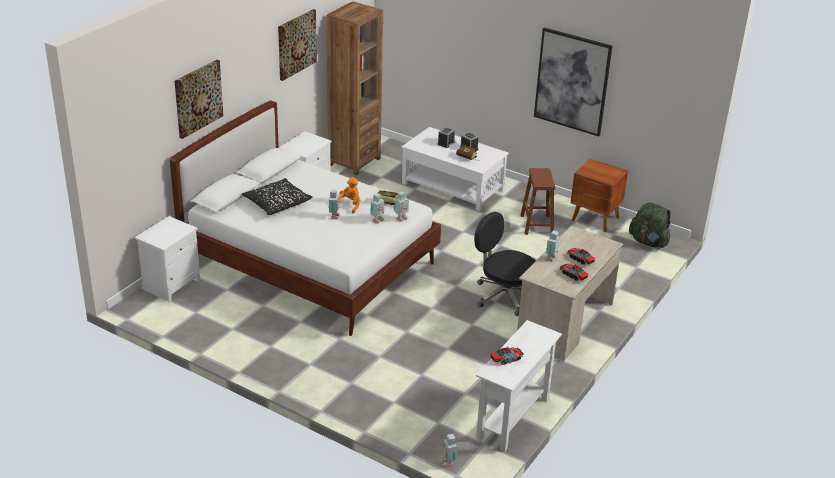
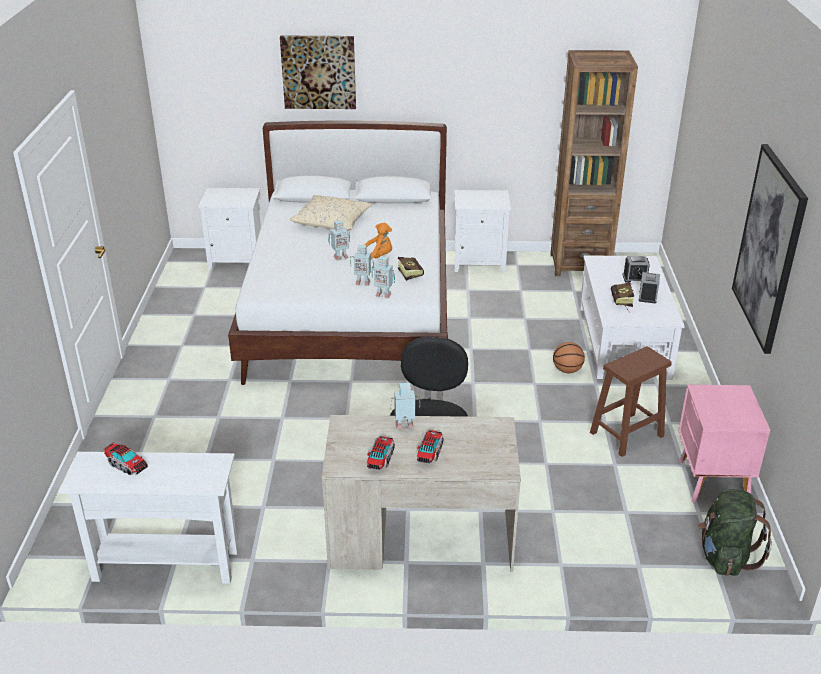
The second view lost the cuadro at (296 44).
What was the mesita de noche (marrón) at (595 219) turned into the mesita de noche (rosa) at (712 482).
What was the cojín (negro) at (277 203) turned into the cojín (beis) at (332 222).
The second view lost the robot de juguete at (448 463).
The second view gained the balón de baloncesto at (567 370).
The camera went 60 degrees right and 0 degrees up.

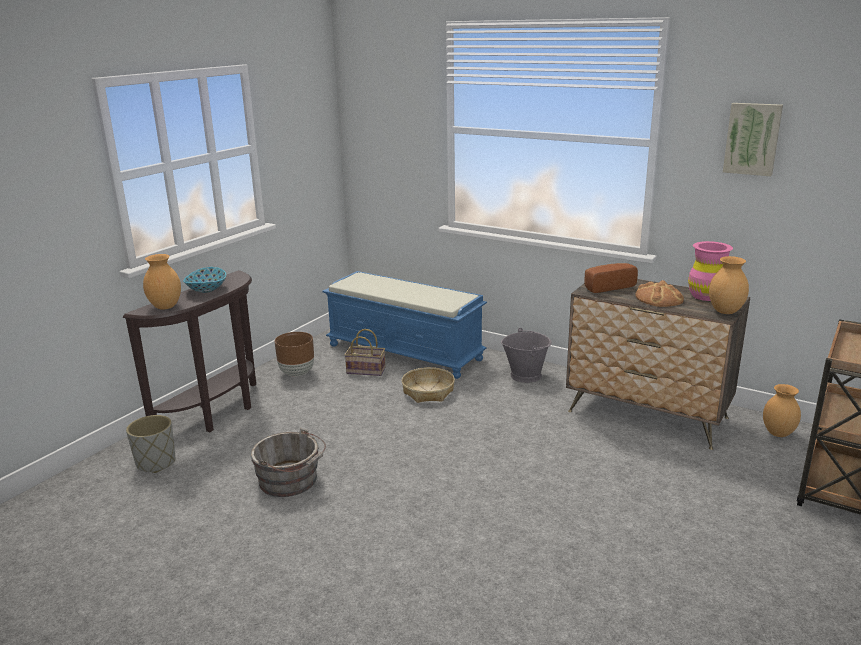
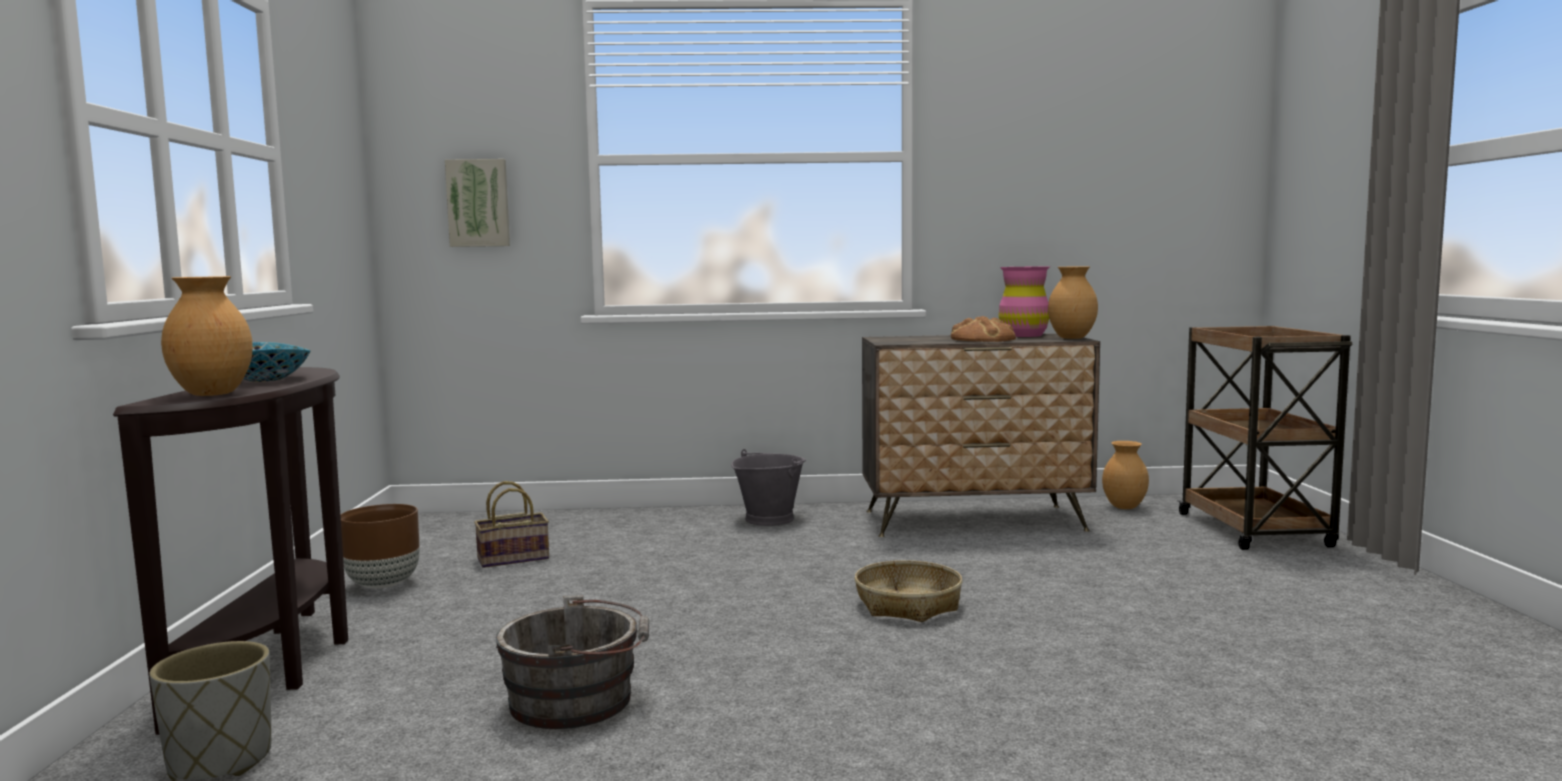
The cuadro ended up elsewhere, having gone from (752 139) to (478 203).
The second view lost the pan at (607 287).
The second view lost the banco (azul) at (406 352).
The cesta ended up elsewhere, having gone from (428 392) to (908 605).
The camera went 35 degrees left and 15 degrees down.

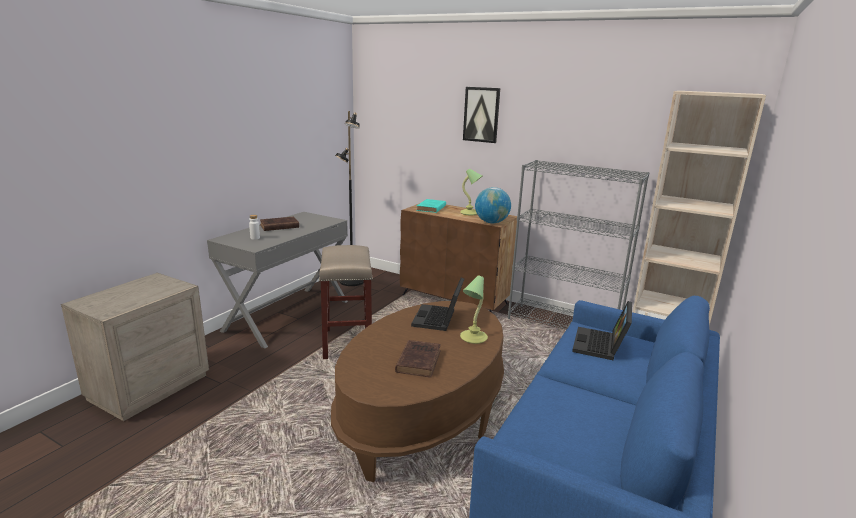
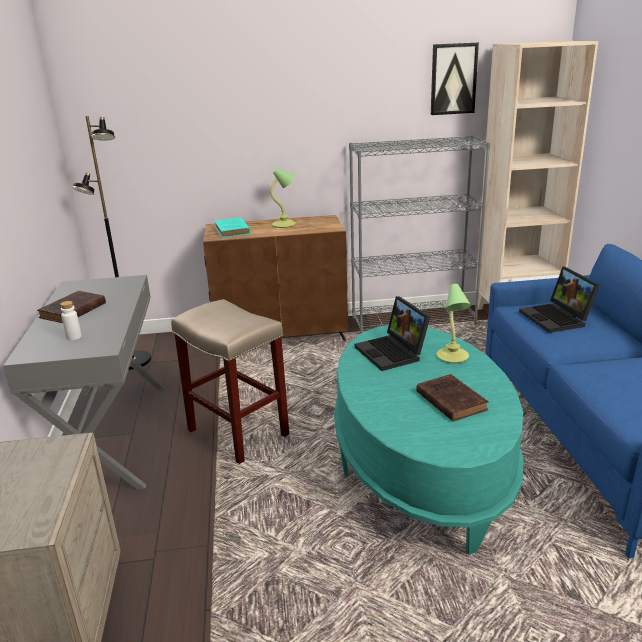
The cuadro ended up elsewhere, having gone from (481 114) to (453 79).
The second view lost the globo terráqueo at (491 222).
What was the mesa de centro (marrón) at (423 414) turned into the mesa de centro (turquesa) at (420 464).
The camera went 35 degrees left and 5 degrees up.

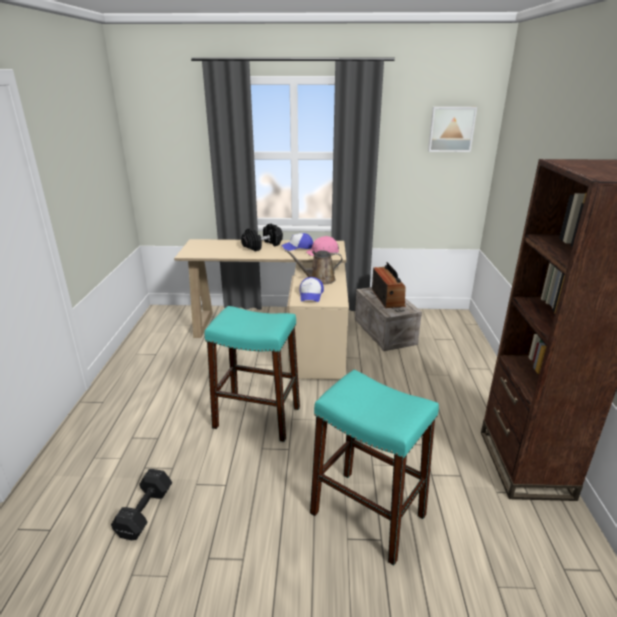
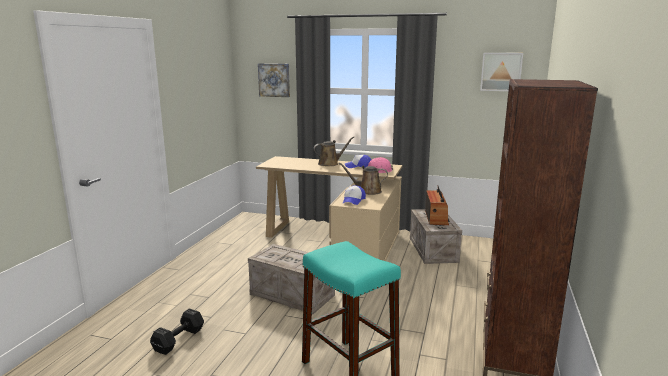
Where the mancuerna (negro) stood at (262 246), the regadera (marrón) came to stand at (330 163).
Where the taburete (turquesa) stood at (257 417), the caja de embalaje came to stand at (291 294).
The second view gained the cuadro at (274 80).
The camera went 15 degrees right and 10 degrees down.

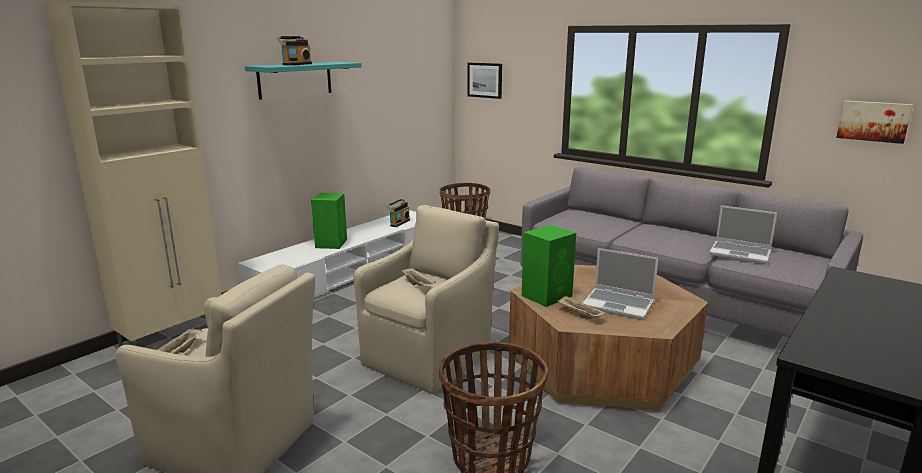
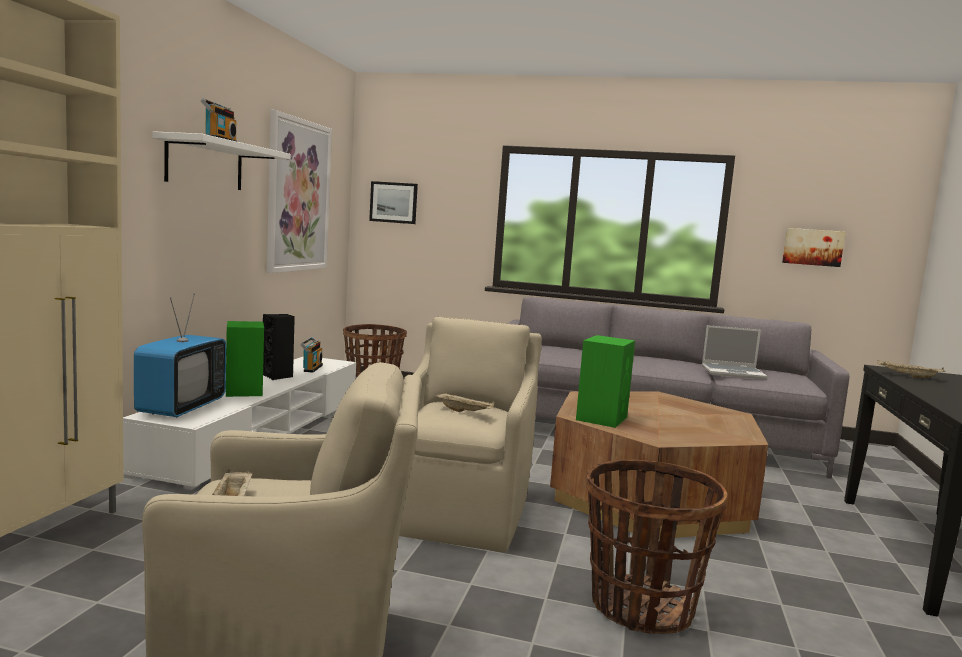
What was the estante (turquesa) at (295 79) turned into the estante (blanco) at (205 164).
The second view lost the portátil at (619 305).
The bandeja (beis) ended up elsewhere, having gone from (579 314) to (908 376).
The second view gained the cuadro at (298 196).
The second view gained the televisor at (181 408).
The second view gained the altavoz (negro) at (278 376).
The camera went 25 degrees left and 10 degrees down.

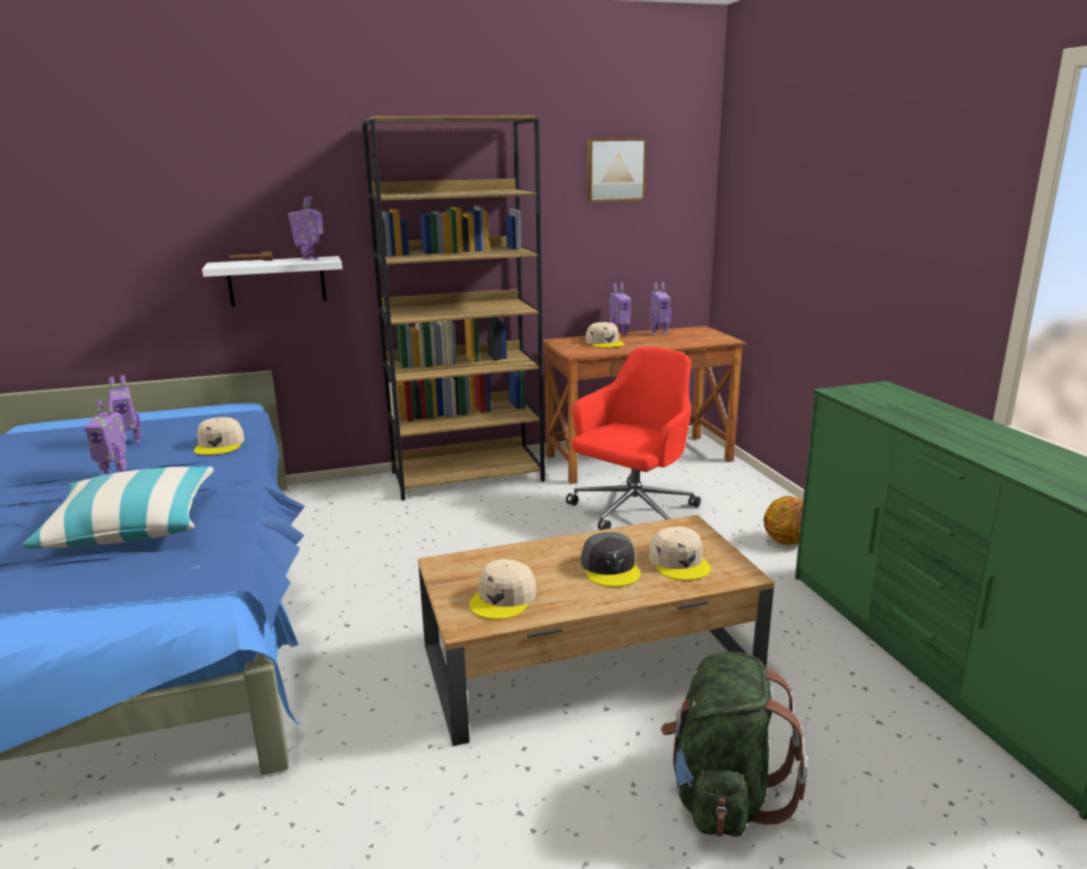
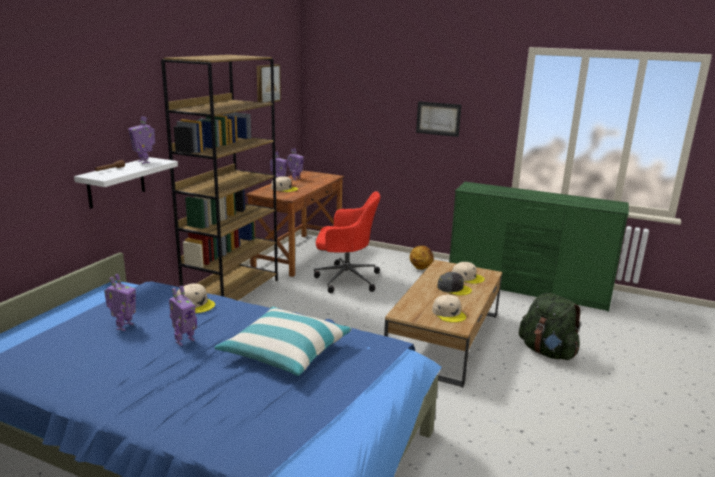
The silla de oficina (rojo) at (632 511) ended up facing another way, 105 degrees clockwise from before.
The second view gained the cuadro at (438 118).
The camera went 50 degrees left and 0 degrees up.

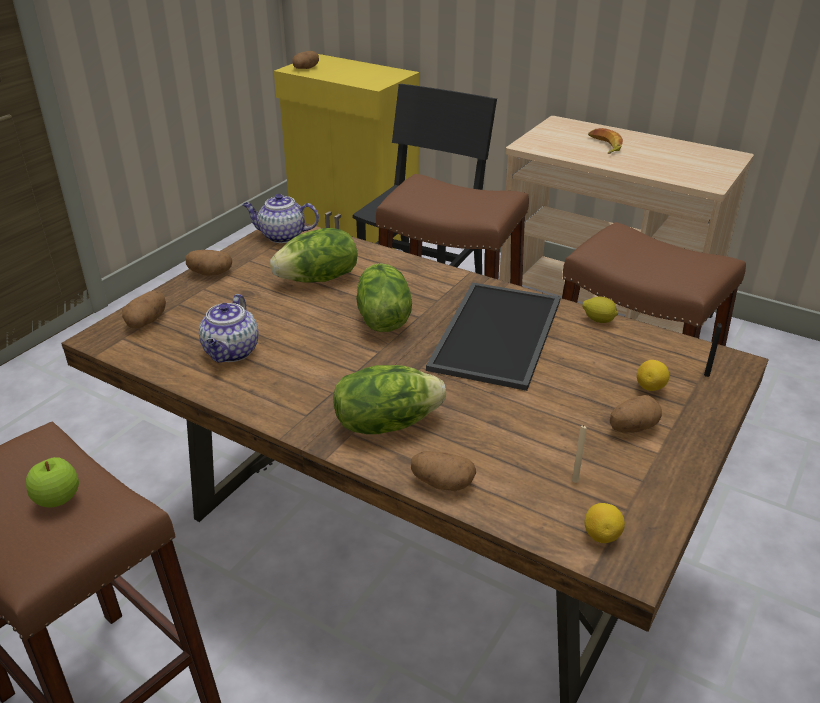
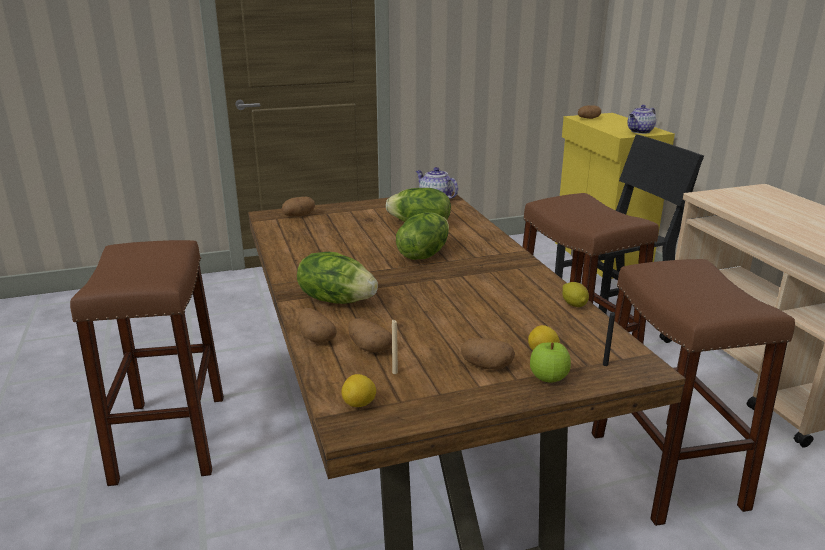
The second view lost the plátano at (604 146).
The patata ended up elsewhere, having gone from (210 273) to (368 348).
The second view lost the bandeja at (499 335).
The tetera ended up elsewhere, having gone from (231 352) to (640 131).
The manzana ended up elsewhere, having gone from (58 500) to (548 379).
The camera went 40 degrees right and 10 degrees down.

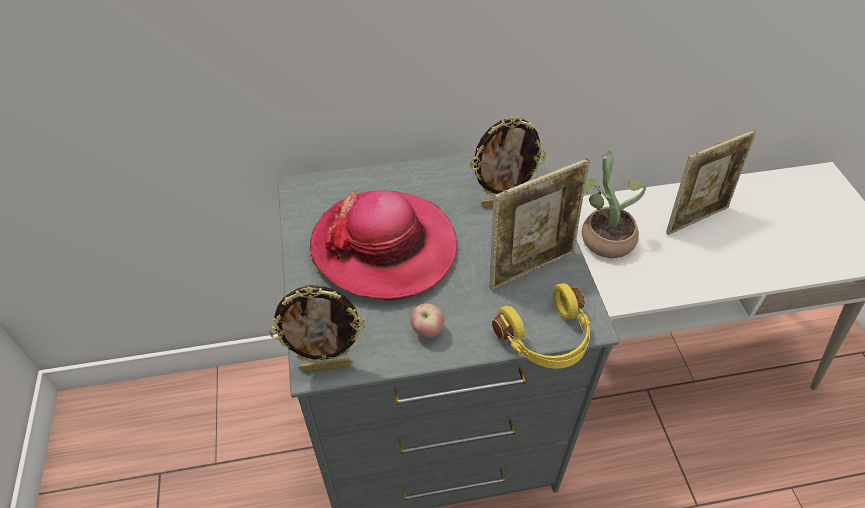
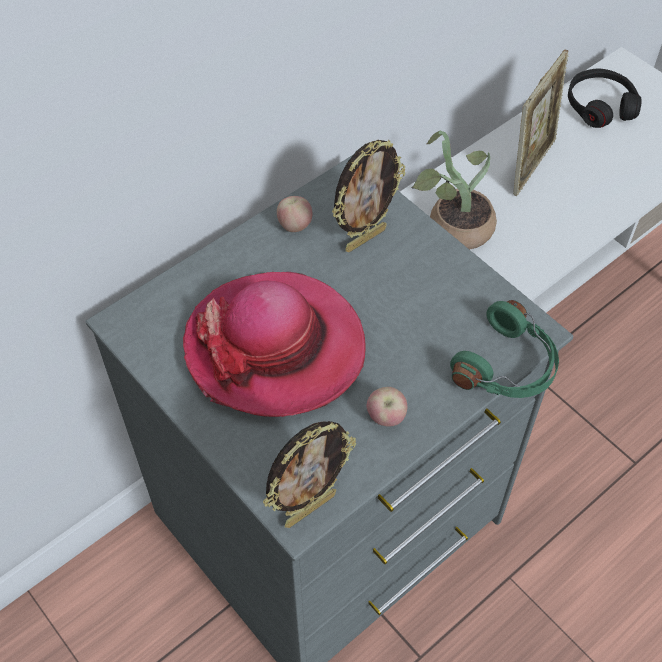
The second view lost the portarretratos at (530 266).
What was the auriculares (amarillo) at (547 339) turned into the auriculares (verde) at (507 367).
The second view gained the auriculares (negro) at (600 105).
The second view gained the manzana at (295 226).
The camera went 30 degrees left and 5 degrees up.

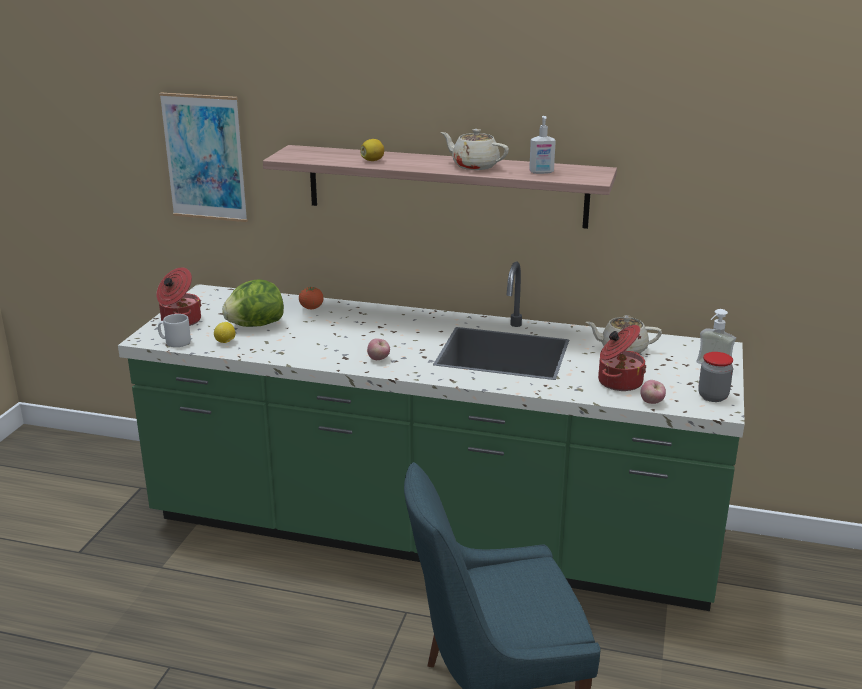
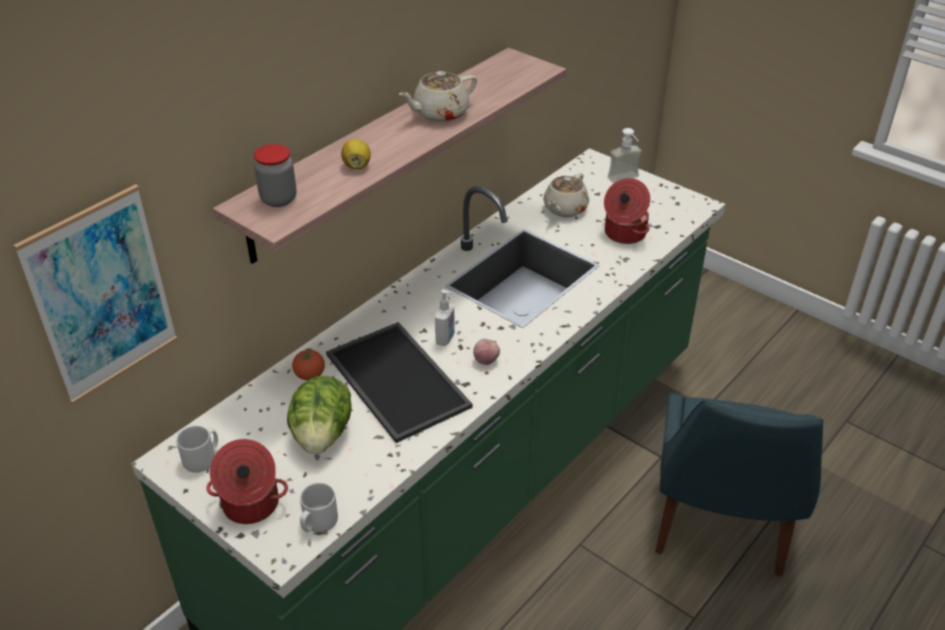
The dispensador de jabón ended up elsewhere, having gone from (541 172) to (446 338).
The second view lost the limón at (225 342).
The tarro ended up elsewhere, having gone from (713 396) to (278 199).
The second view lost the manzana at (652 402).
The second view gained the bandeja at (394 380).
The second view gained the taza grande (gris) at (202 458).
The camera went 65 degrees left and 15 degrees up.

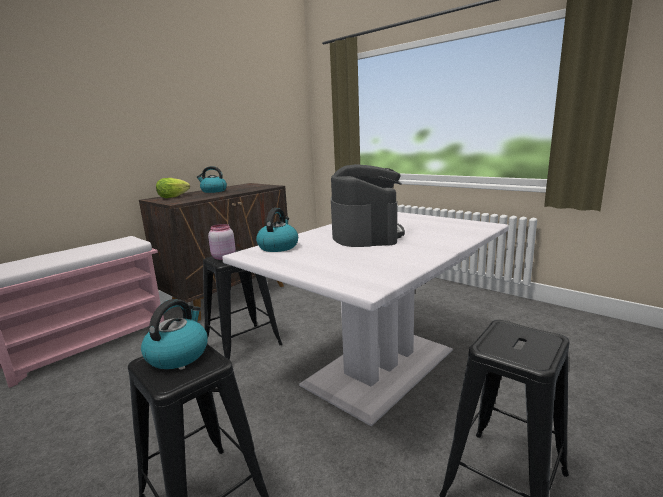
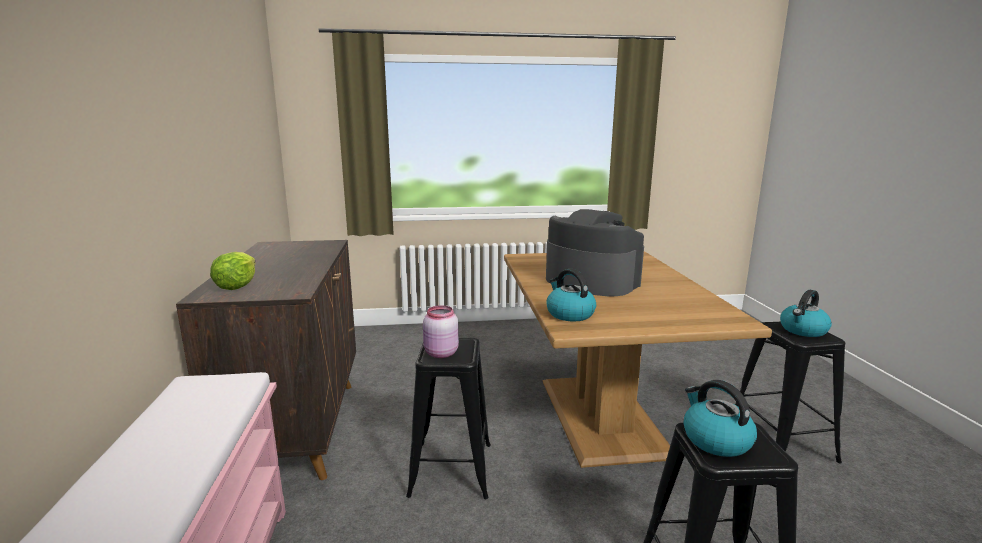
The hervidor ended up elsewhere, having gone from (213 191) to (803 330).
What was the mesa de comedor (blanco) at (378 366) turned into the mesa de comedor (marrón) at (600 416).
The camera went 50 degrees left and 0 degrees up.

